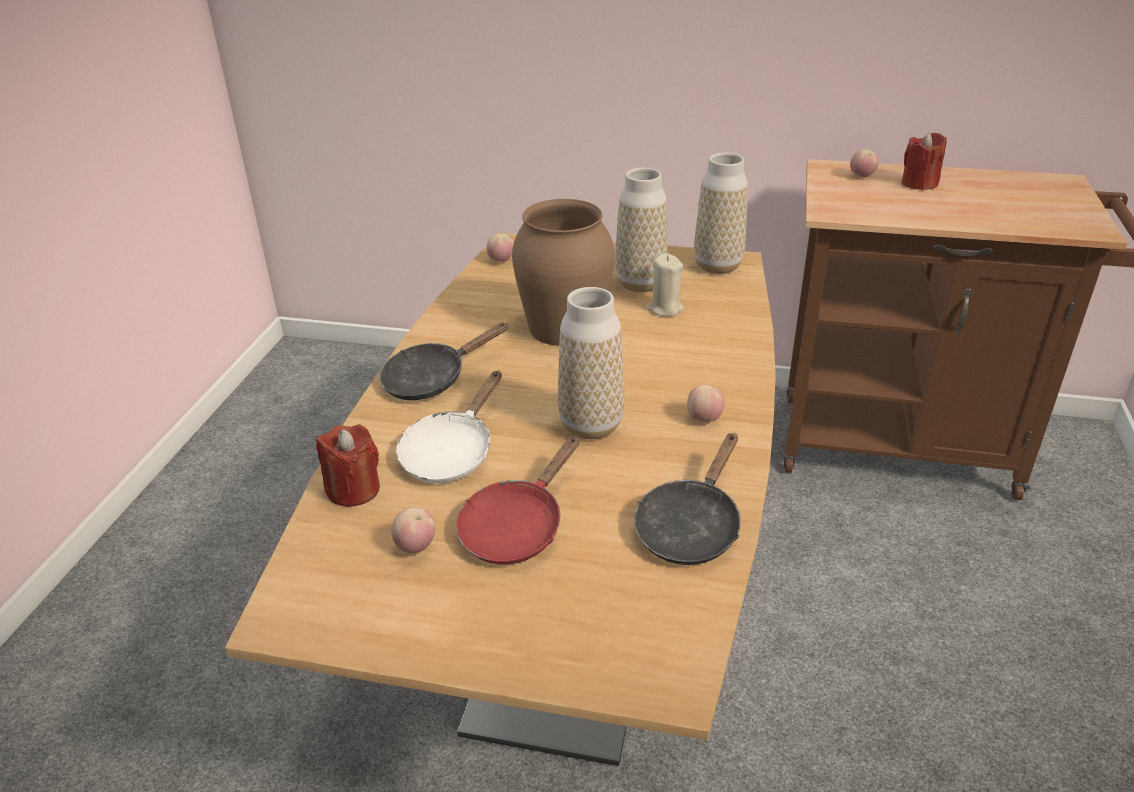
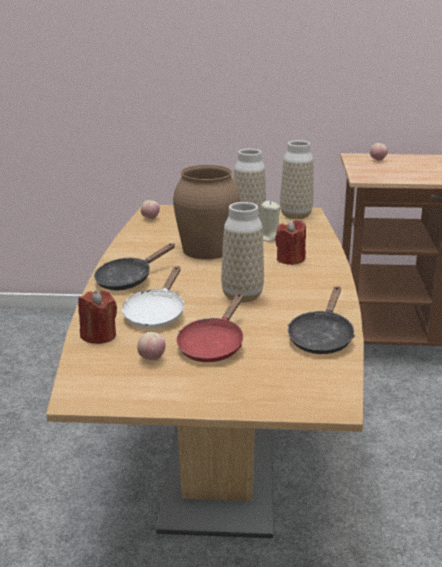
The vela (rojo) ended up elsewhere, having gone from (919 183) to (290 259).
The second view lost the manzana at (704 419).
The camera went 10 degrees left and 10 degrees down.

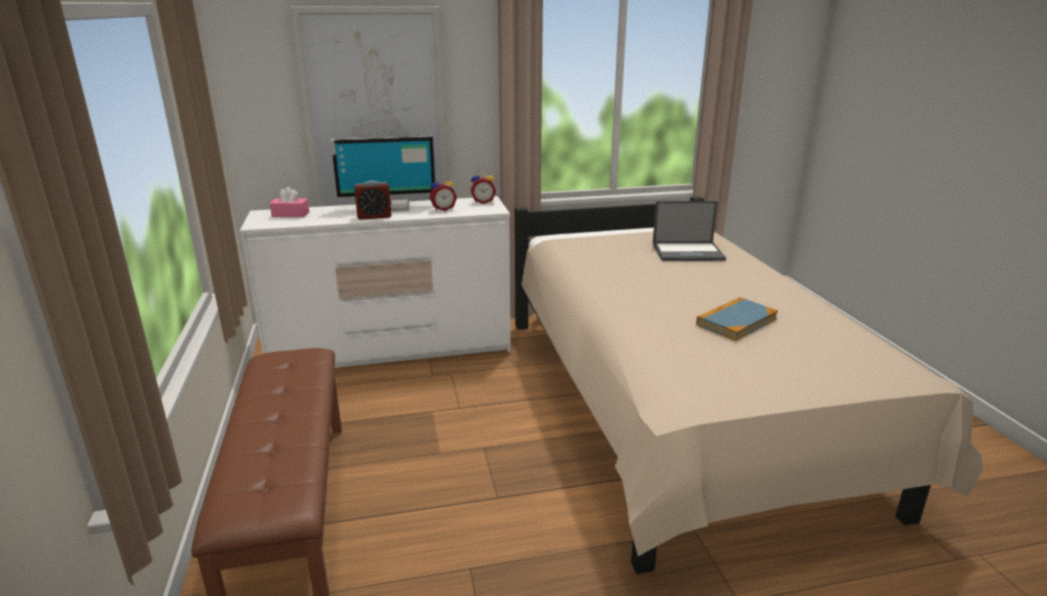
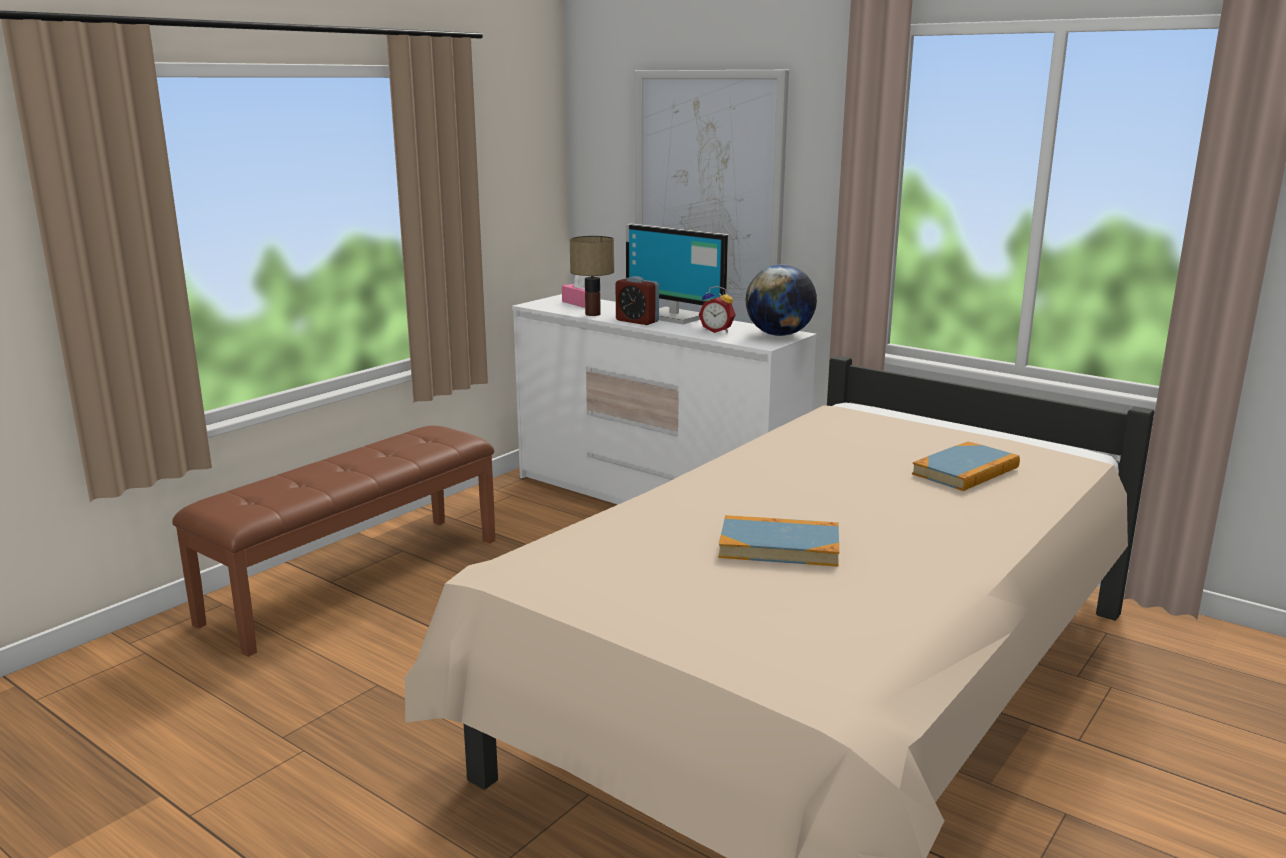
Where the despertador stood at (483 202), the globo terráqueo came to stand at (779 335).
Where the portátil stood at (688 252), the libro came to stand at (965 471).
The second view gained the lámpara de mesa at (593 314).
The camera went 50 degrees right and 5 degrees down.

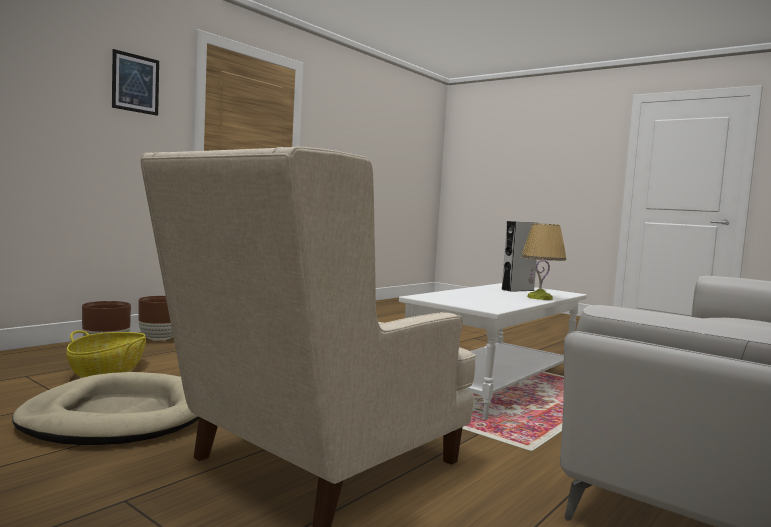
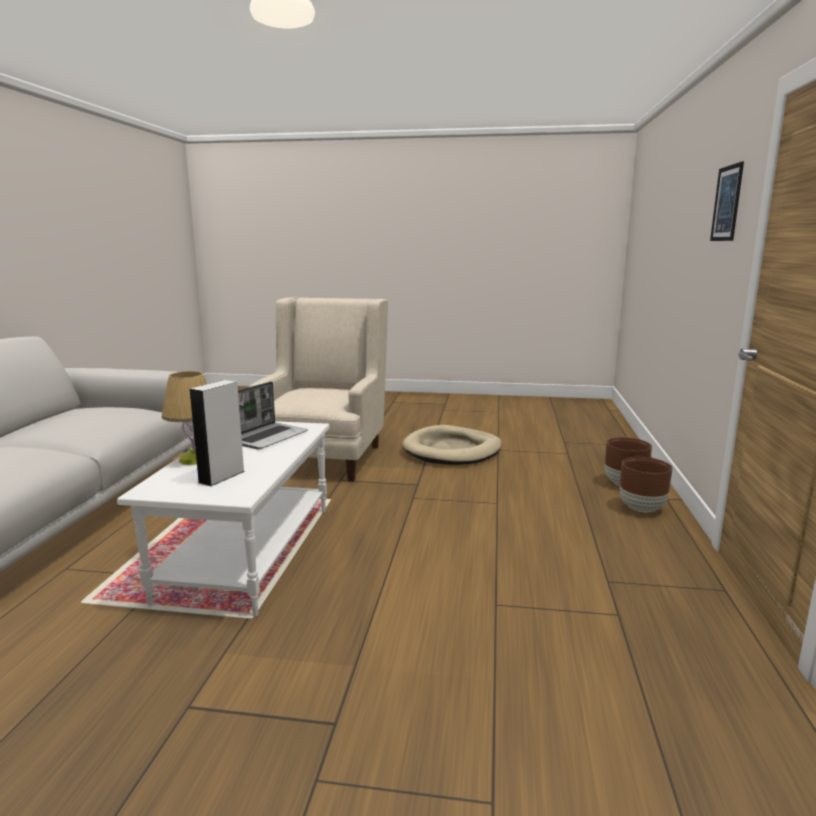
The second view lost the cesta at (107 371).
The second view gained the portátil at (268 437).
The camera went 150 degrees right and 10 degrees up.

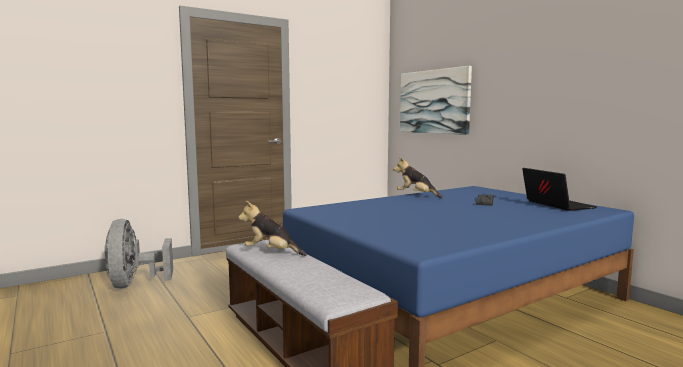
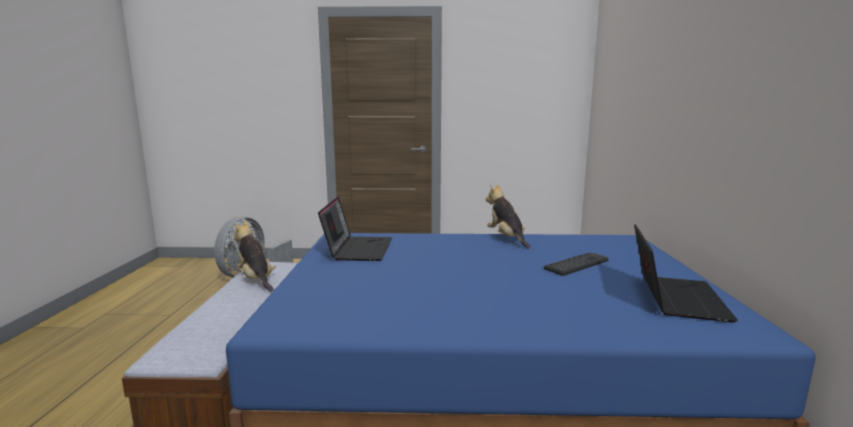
The second view lost the cuadro at (434 101).
The second view gained the portátil at (358 249).
The camera went 35 degrees right and 5 degrees up.

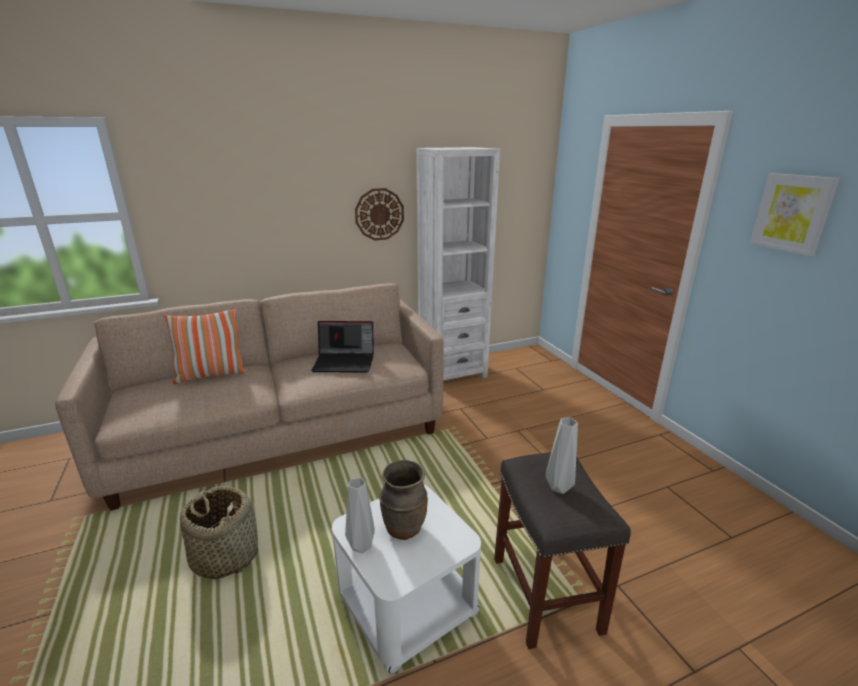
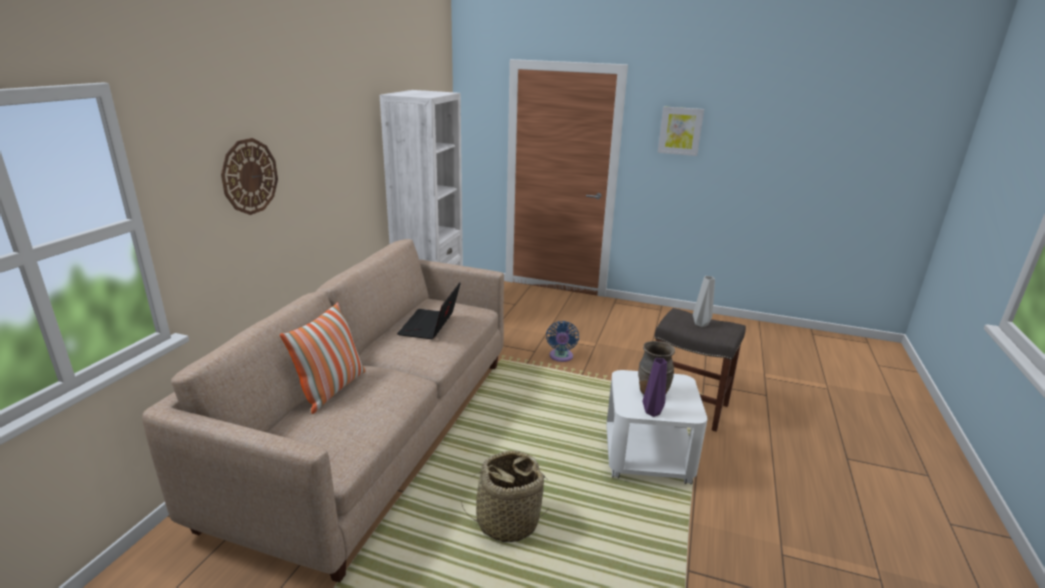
The reloj de pared ended up elsewhere, having gone from (379 214) to (249 176).
The portátil at (345 362) ended up facing another way, 150 degrees clockwise from before.
What was the florero (gris) at (360 546) turned into the florero (morado) at (652 413).
The second view gained the ventilador (azul) at (561 357).
The camera went 50 degrees left and 0 degrees up.

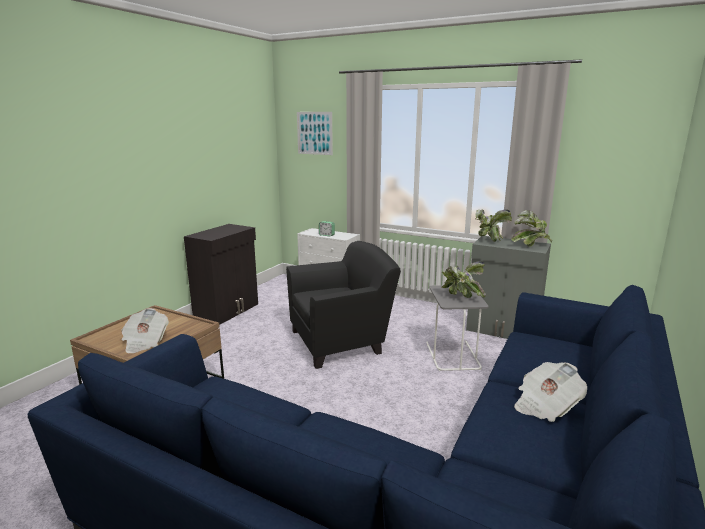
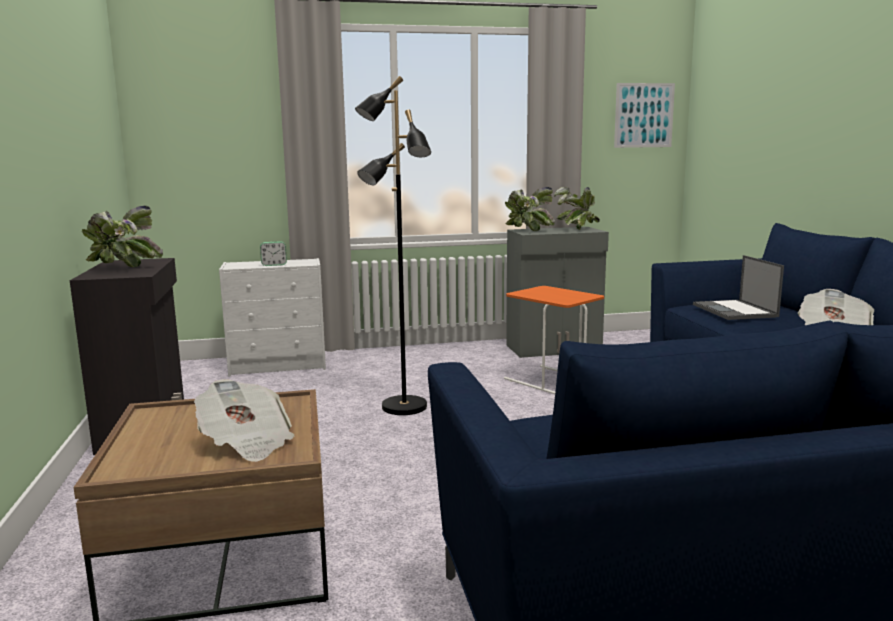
The cuadro ended up elsewhere, having gone from (314 133) to (644 115).
Where the sillón (negro) stood at (341 341), the lámpara de pie (negro) came to stand at (403 407).
The planta en maceta ended up elsewhere, having gone from (461 297) to (123 268).
What was the mesa auxiliar (gris) at (452 355) turned into the mesa auxiliar (naranja) at (551 381).
The second view gained the portátil at (735 311).
The camera went 40 degrees left and 5 degrees down.

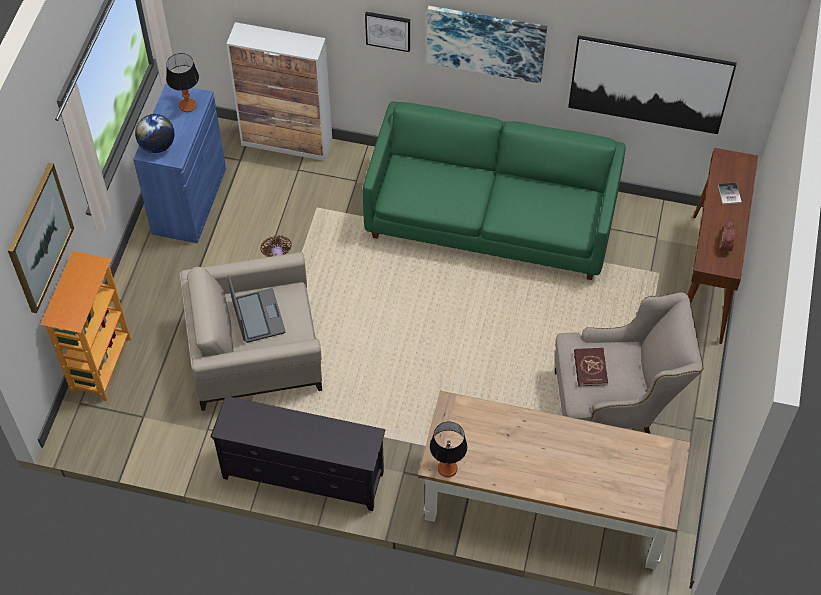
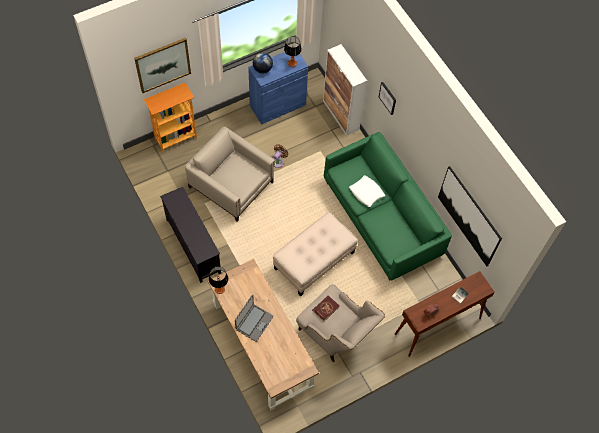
The second view lost the cuadro at (486 43).
The portátil ended up elsewhere, having gone from (257 316) to (254 322).
The second view gained the cojín (blanco) at (366 193).
The second view gained the puf (beis) at (314 261).
The camera went 45 degrees right and 5 degrees up.

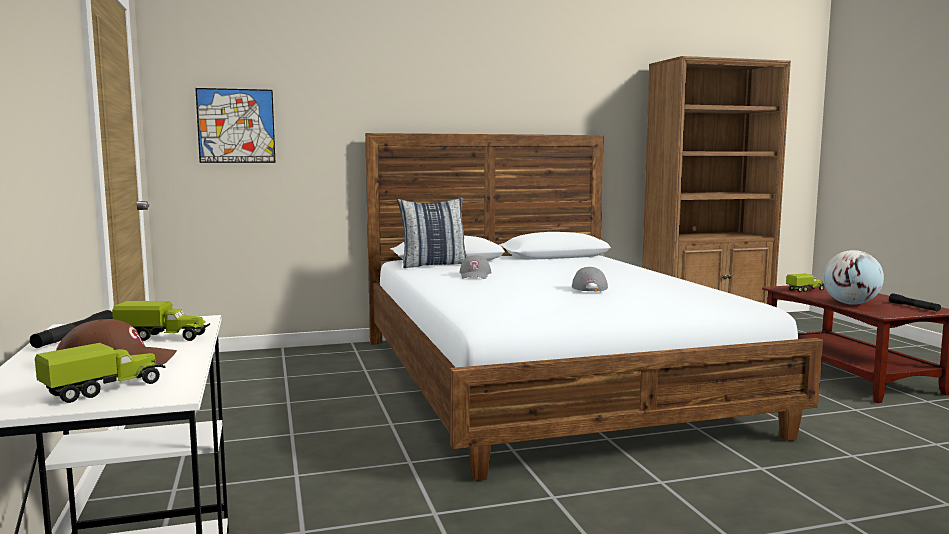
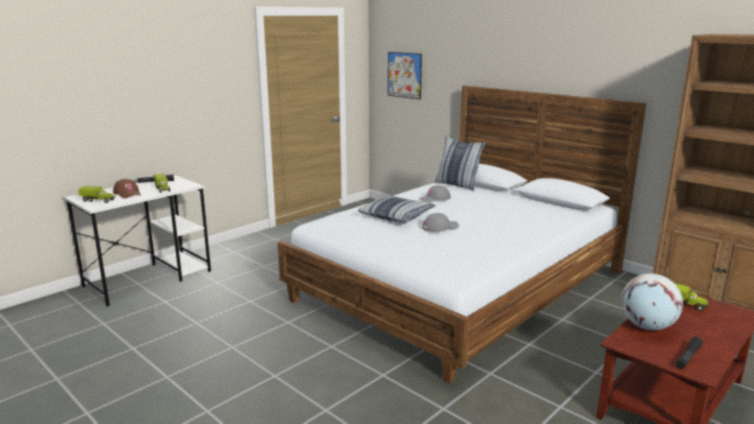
The second view gained the cojín at (397 216).
The camera went 60 degrees right and 10 degrees up.

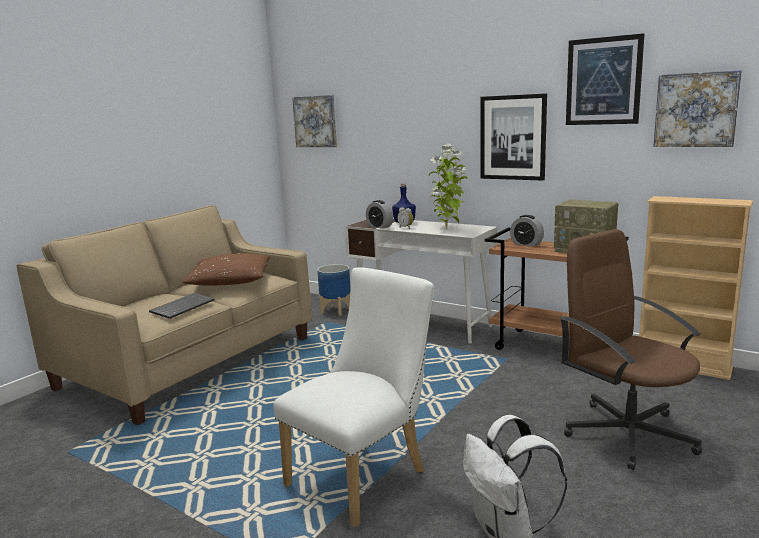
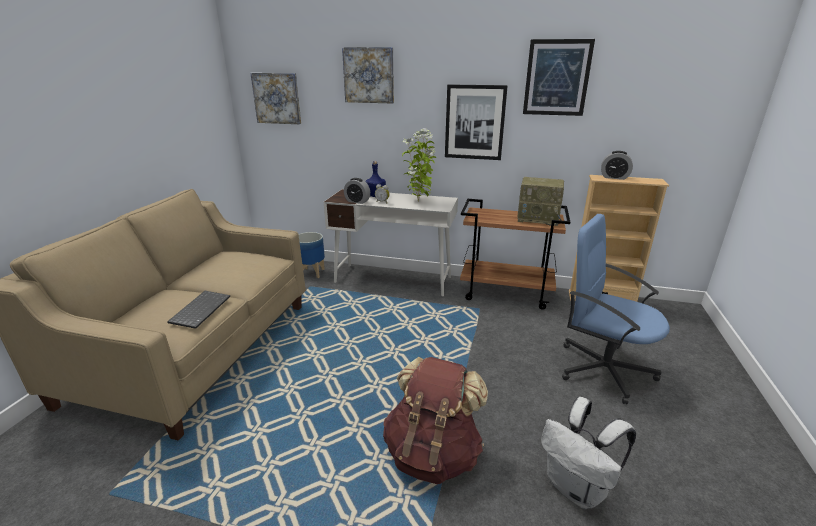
The cuadro ended up elsewhere, having gone from (696 110) to (369 75).
The despertador ended up elsewhere, having gone from (526 244) to (614 177).
What was the silla de oficina (marrón) at (627 433) turned into the silla de oficina (azul) at (602 369).
The second view lost the cojín (marrón) at (230 281).
Where the silla (blanco) stood at (364 474), the mochila (marrón) came to stand at (433 454).
The camera went 20 degrees left and 10 degrees up.

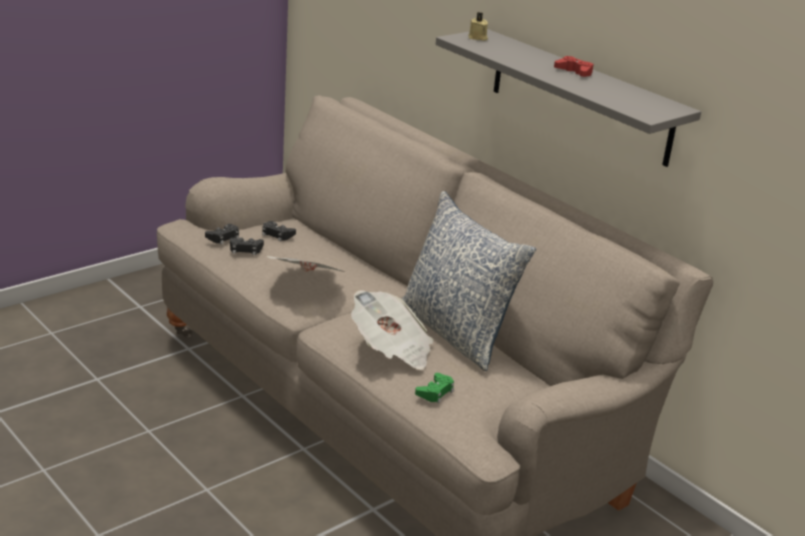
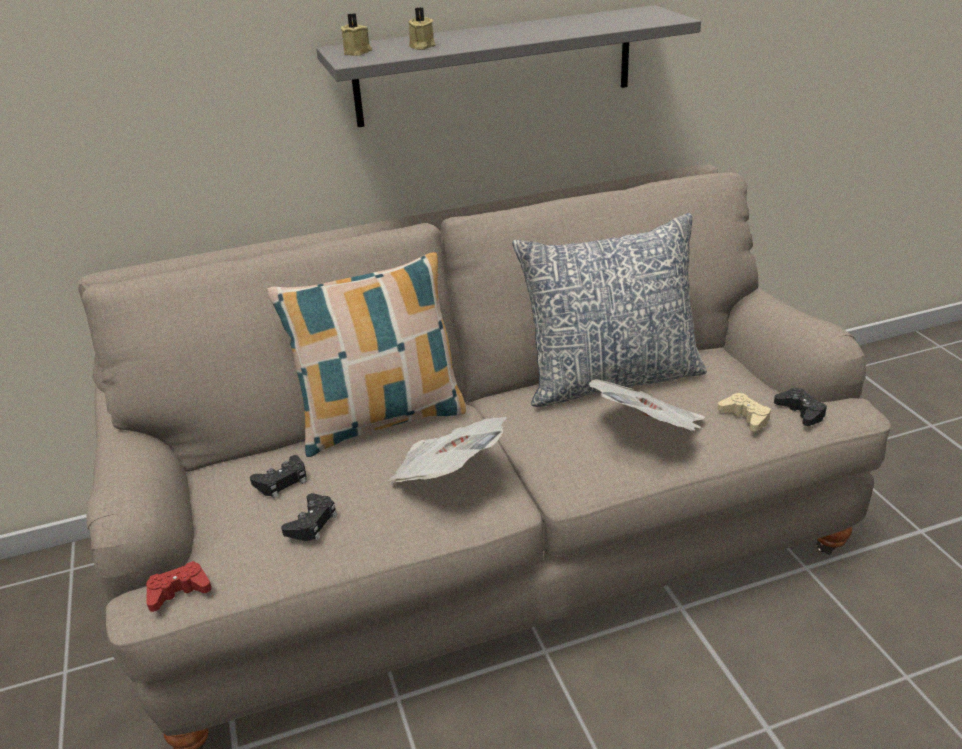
The mando de consola (rojo) ended up elsewhere, having gone from (574 72) to (179 591).
The mando de consola (negro) ended up elsewhere, having gone from (223 237) to (800 412).
What was the mando de consola (verde) at (435 392) turned into the mando de consola (beis) at (745 417).
The second view gained the vela (beis) at (421 46).
The second view gained the cojín at (381 421).
The camera went 65 degrees left and 5 degrees up.

